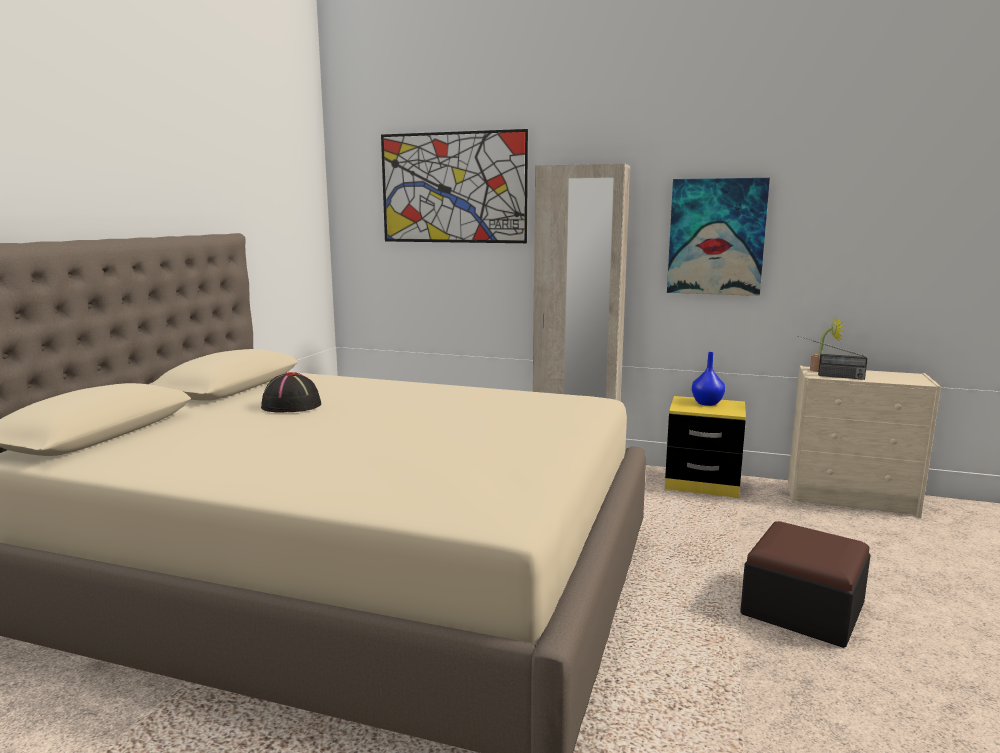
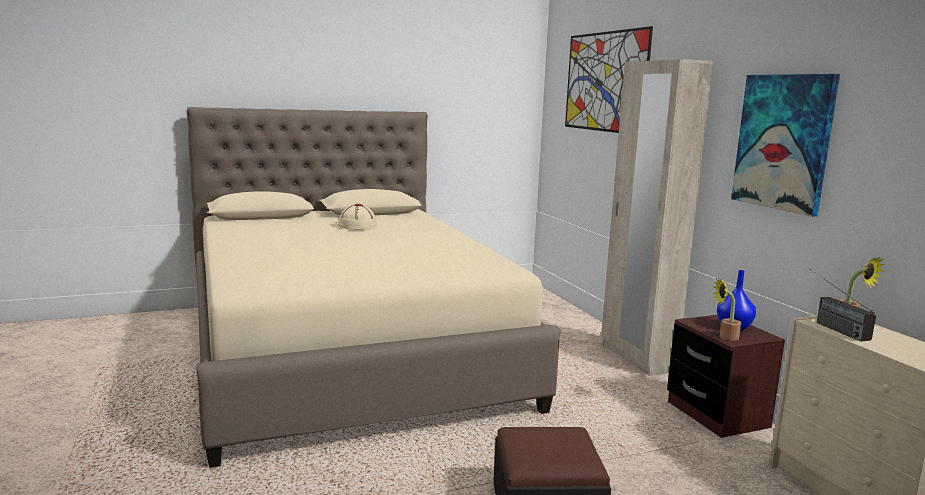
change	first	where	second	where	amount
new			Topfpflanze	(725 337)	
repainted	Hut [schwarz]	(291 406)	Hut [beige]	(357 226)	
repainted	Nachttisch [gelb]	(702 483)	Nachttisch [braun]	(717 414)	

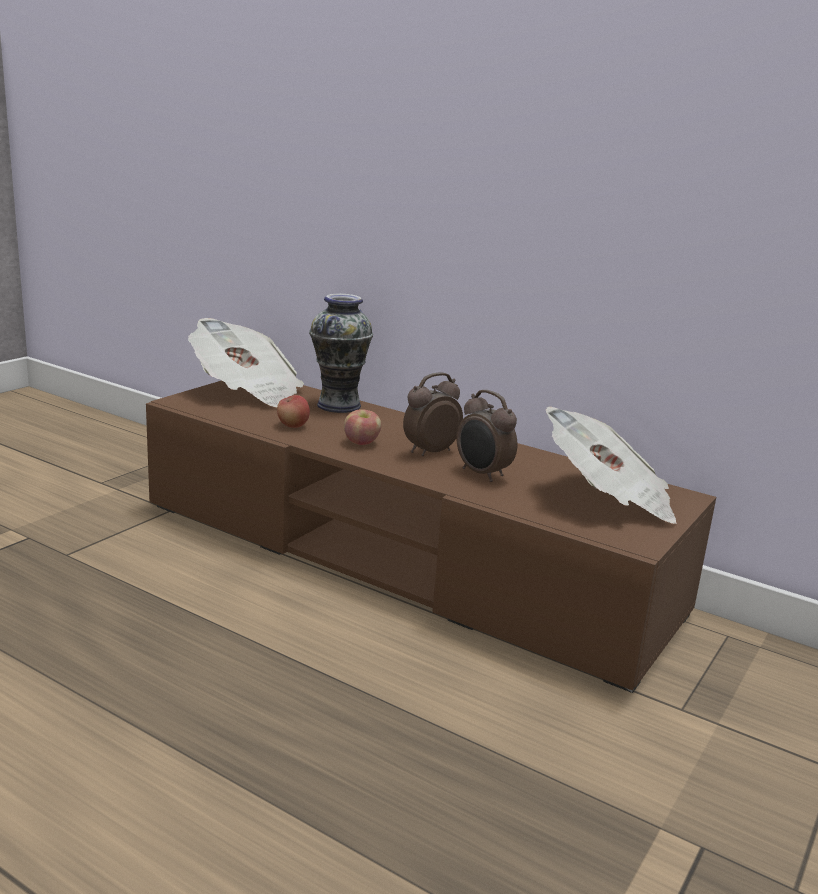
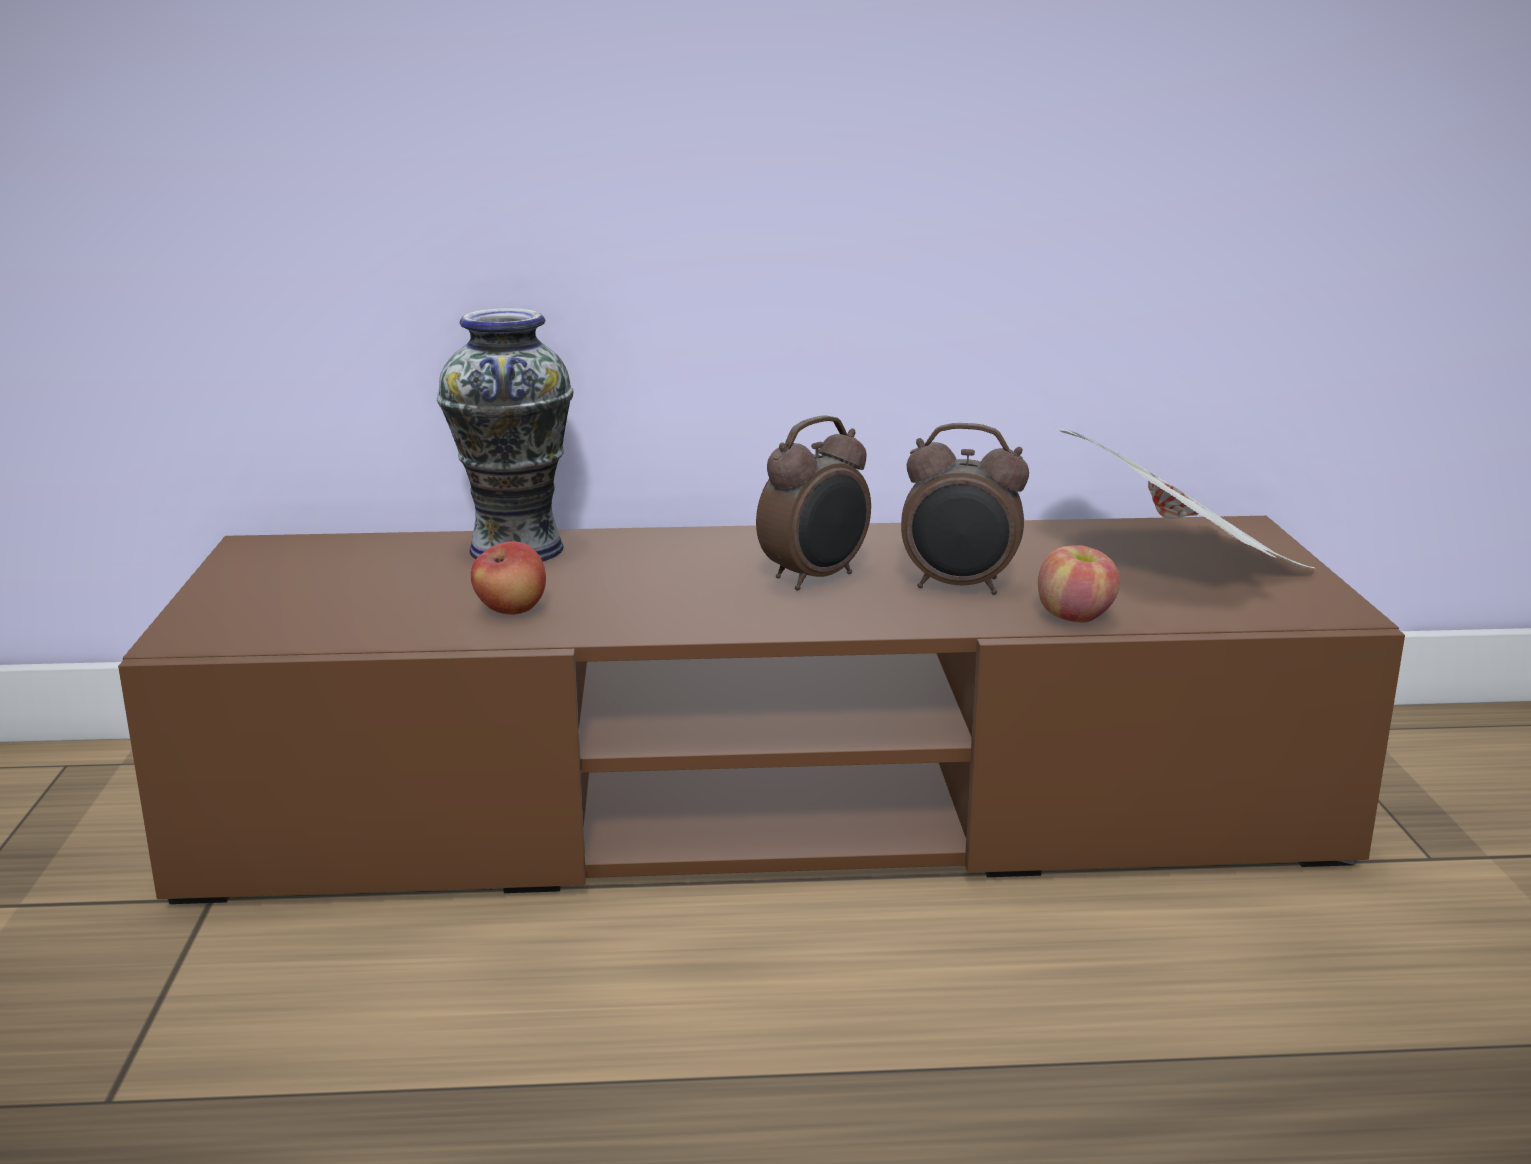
change	first	where	second	where	amount
gone	Zeitung	(247 392)			
shifted	Apfel	(361 442)		(1075 617)	
rotated	Wecker	(429 452)		(816 578)	150 degrees counterclockwise

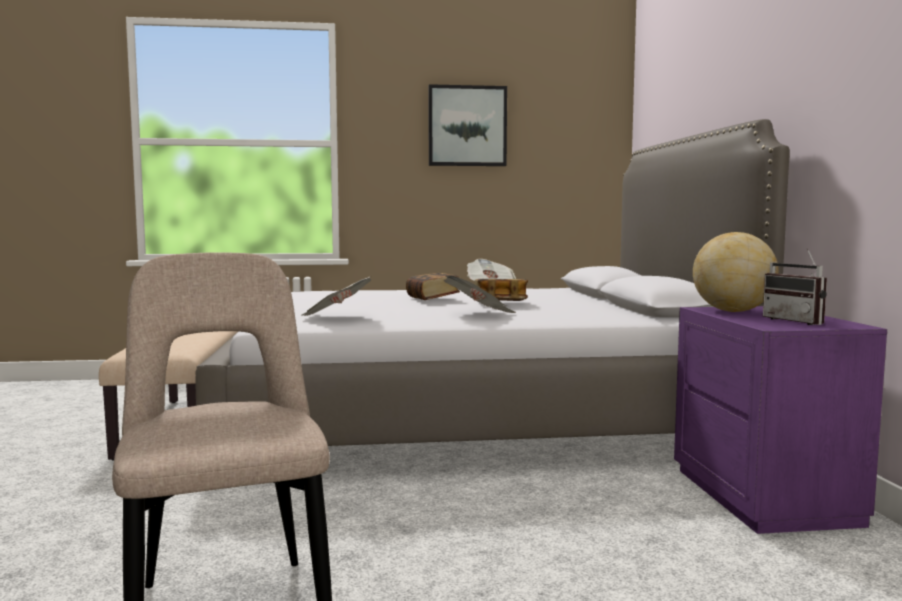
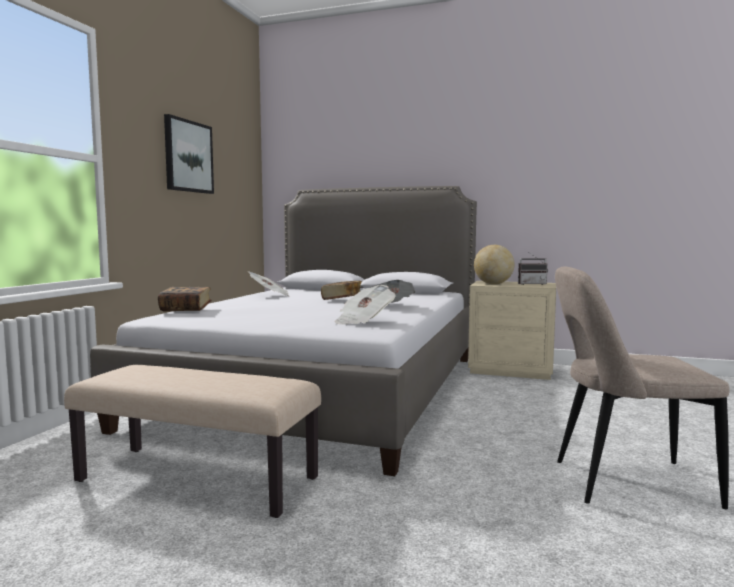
change	first	where	second	where	amount
shifted	Buch	(432 298)		(186 309)	
repainted	Nachttisch [lila]	(765 496)	Nachttisch [beige]	(511 370)	

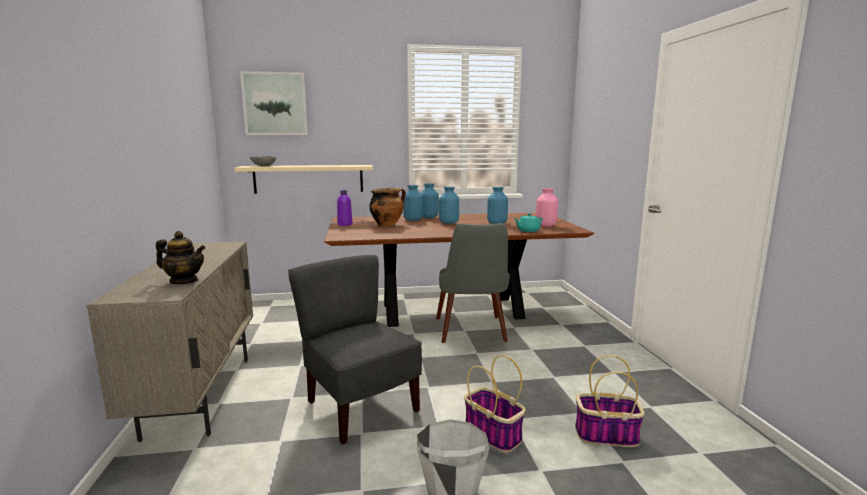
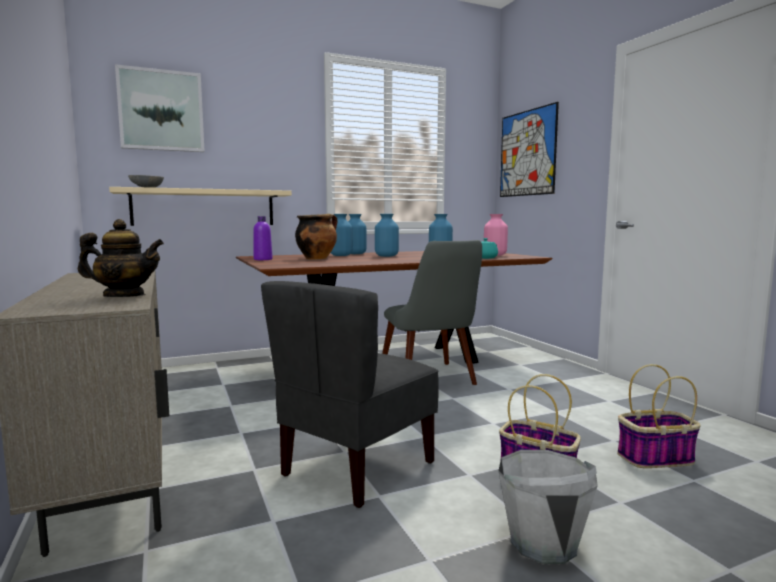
change	first	where	second	where	amount
new			Bild	(527 153)	
rotated	Stuhl [grau]	(360 407)		(356 468)	90 degrees counterclockwise

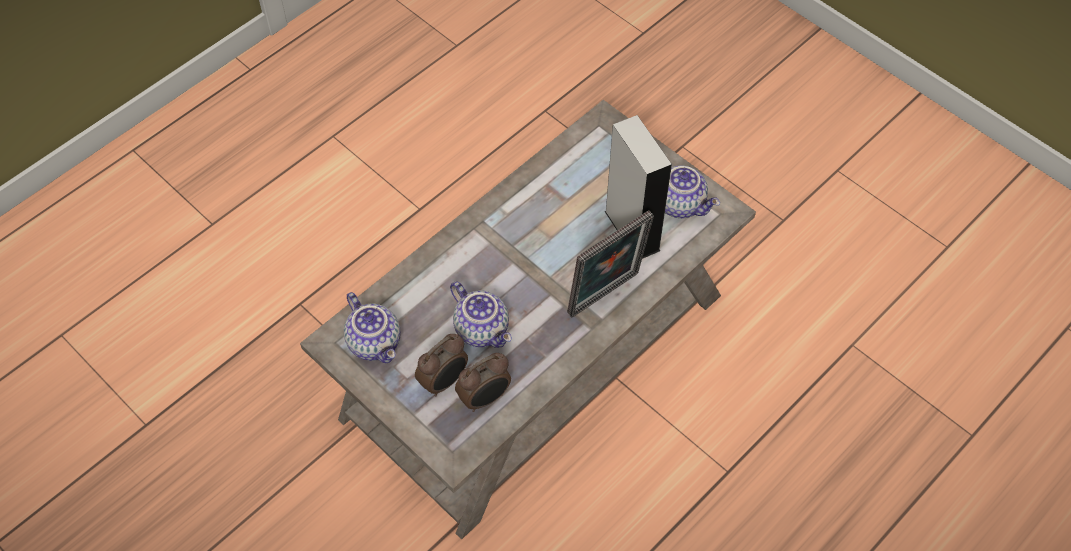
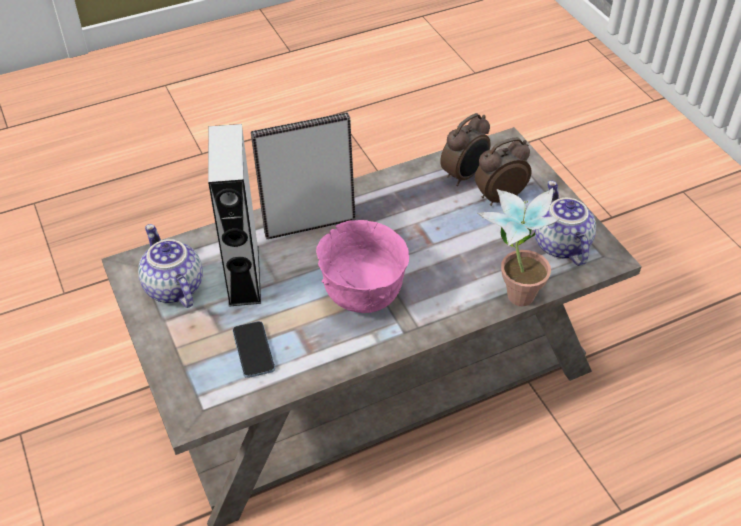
change	first	where	second	where	amount
gone	Teekanne	(483 329)			
new			Handy	(253 350)	
new			Schüssel [rosa]	(363 294)	
new			Topfpflanze	(512 290)	
rotated	Wecker	(485 398)		(464 175)	150 degrees clockwise

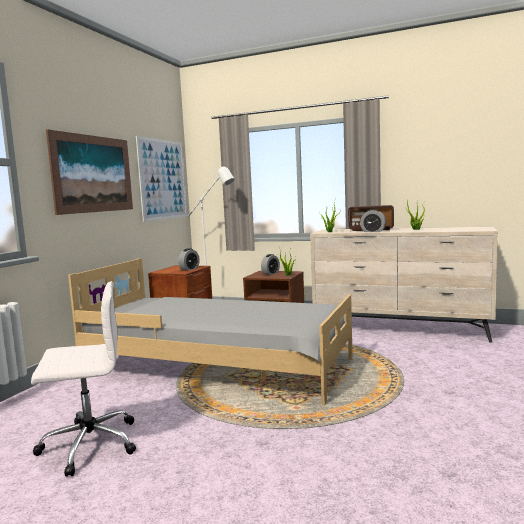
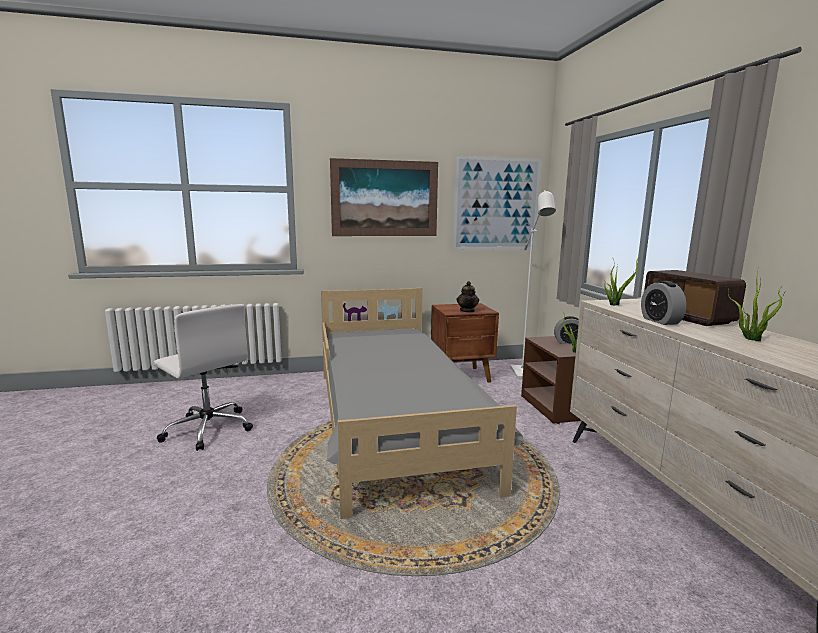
change	first	where	second	where	amount
swapped	Wecker	(189 269)	Teekanne	(467 311)	

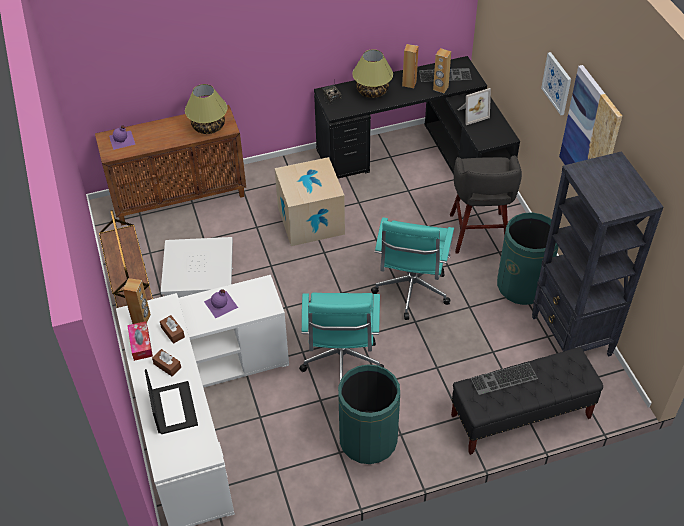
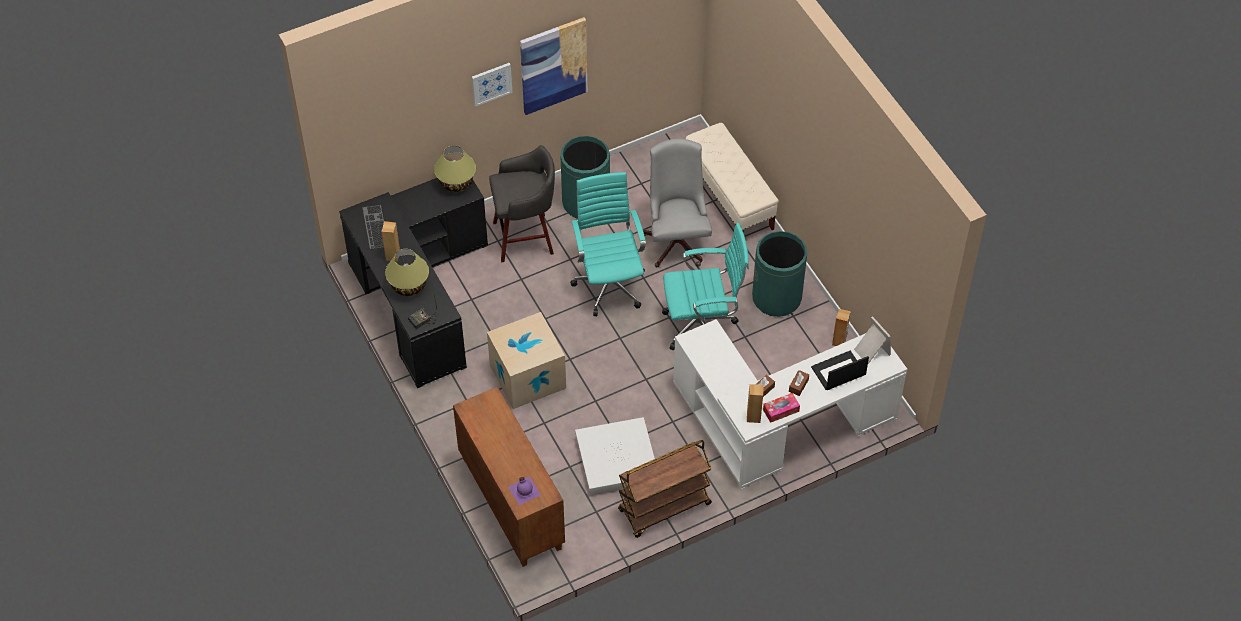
change	first	where	second	where	amount
gone	Flasche [lila]	(221 304)			
gone	Tastatur	(503 380)			
gone	Bücherregal [schwarz]	(571 336)			
new			Bürostuhl [grau]	(677 239)	
shifted	Tischlampe	(209 127)		(456 182)	
shifted	Lautsprecher [braun]	(440 88)		(839 341)	
shifted	Bilderrahmen	(471 114)		(870 351)	
repainted	Bank [schwarz]	(520 417)	Bank [beige]	(729 199)	
rotated	Bürostuhl [türkis]	(411 292)		(609 284)	105 degrees counterclockwise

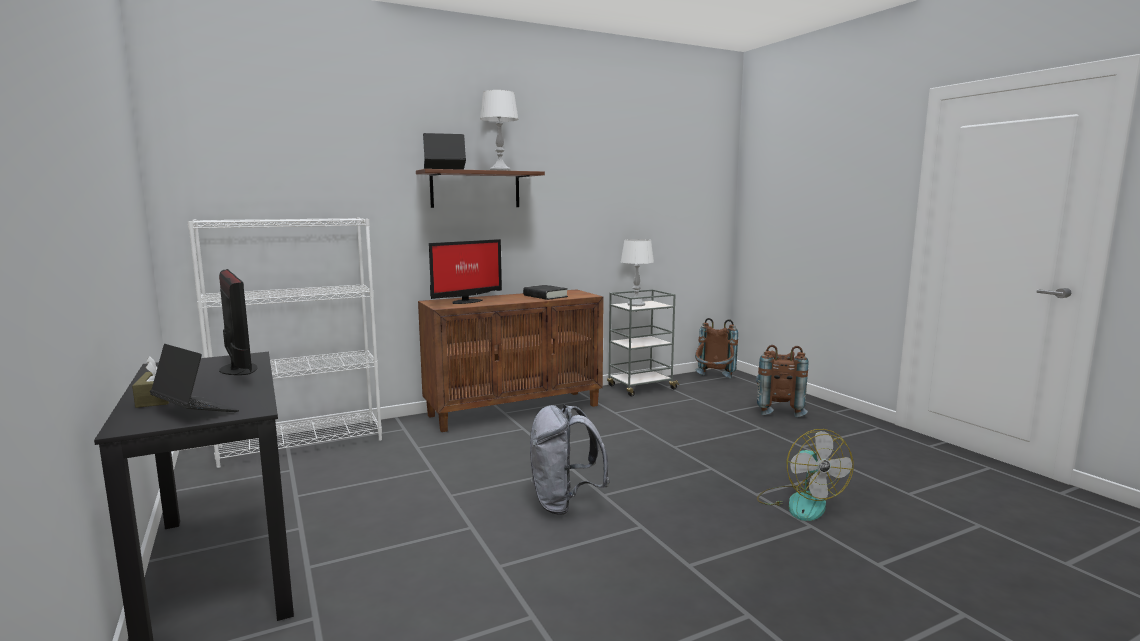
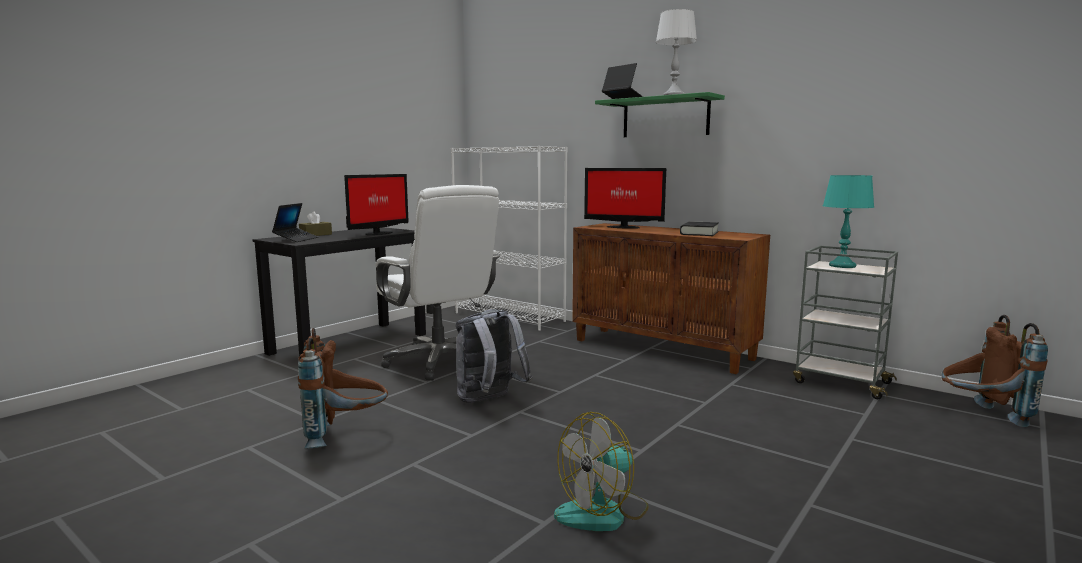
change	first	where	second	where	amount
new			Bürostuhl [weiß]	(439 362)	
shifted	Rucksack [braun]	(777 409)		(345 435)	
repainted	Wandregal [braun]	(475 189)	Wandregal [grün]	(665 117)	
repainted	Tischlampe [weiß]	(636 304)	Tischlampe [türkis]	(842 266)	

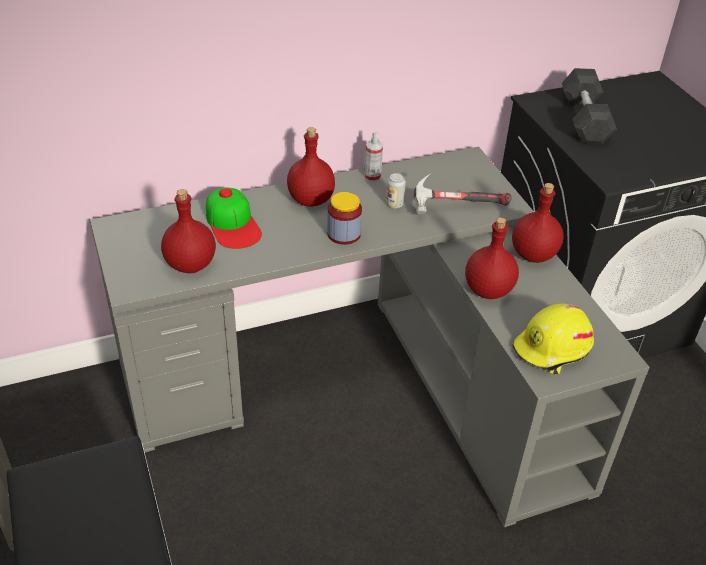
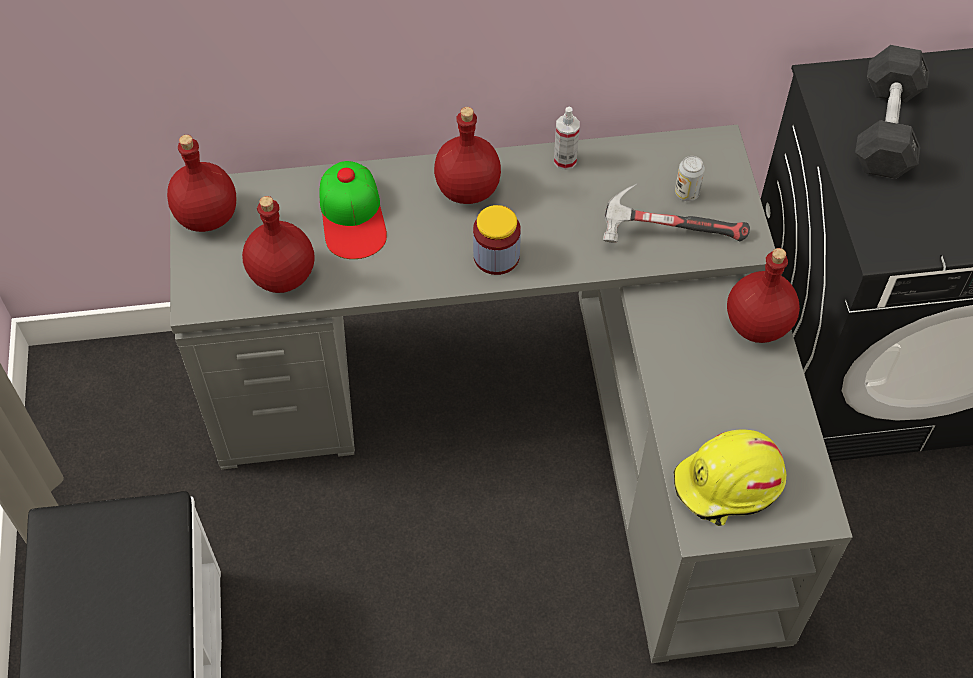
change	first	where	second	where	amount
shifted	Dose	(394 204)		(687 193)	
shifted	Flasche [rot]	(487 290)		(206 216)	

